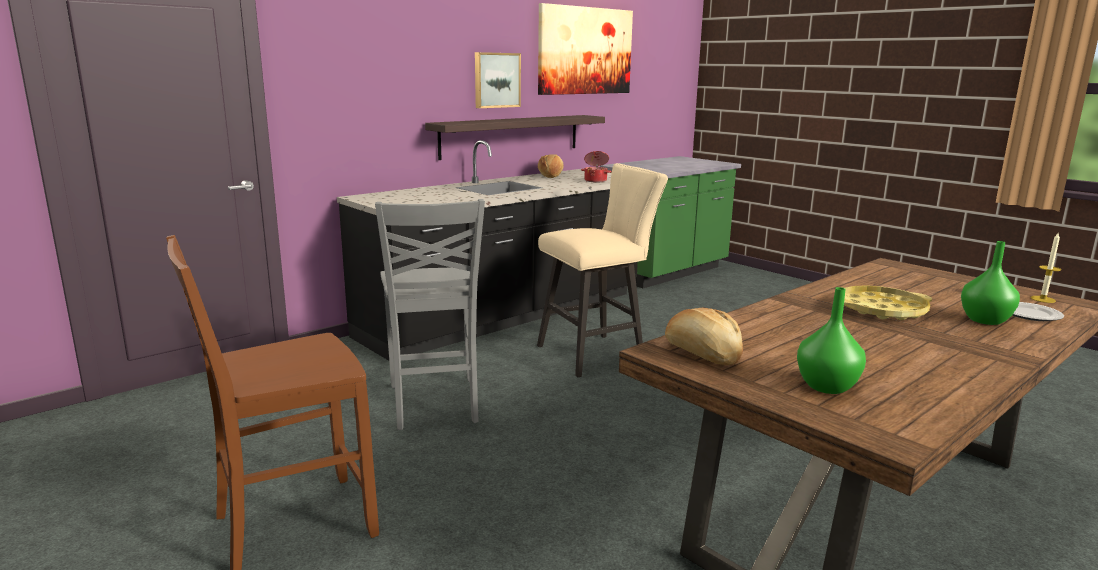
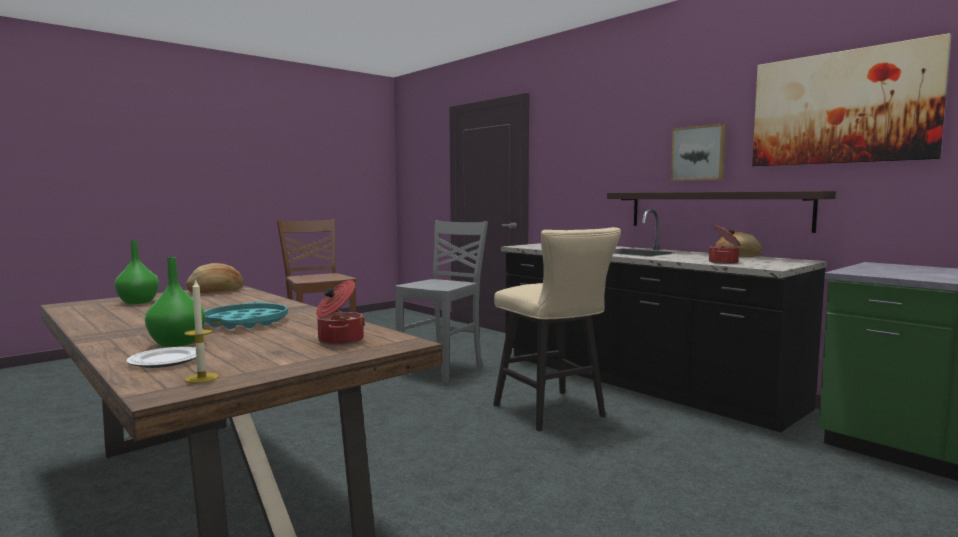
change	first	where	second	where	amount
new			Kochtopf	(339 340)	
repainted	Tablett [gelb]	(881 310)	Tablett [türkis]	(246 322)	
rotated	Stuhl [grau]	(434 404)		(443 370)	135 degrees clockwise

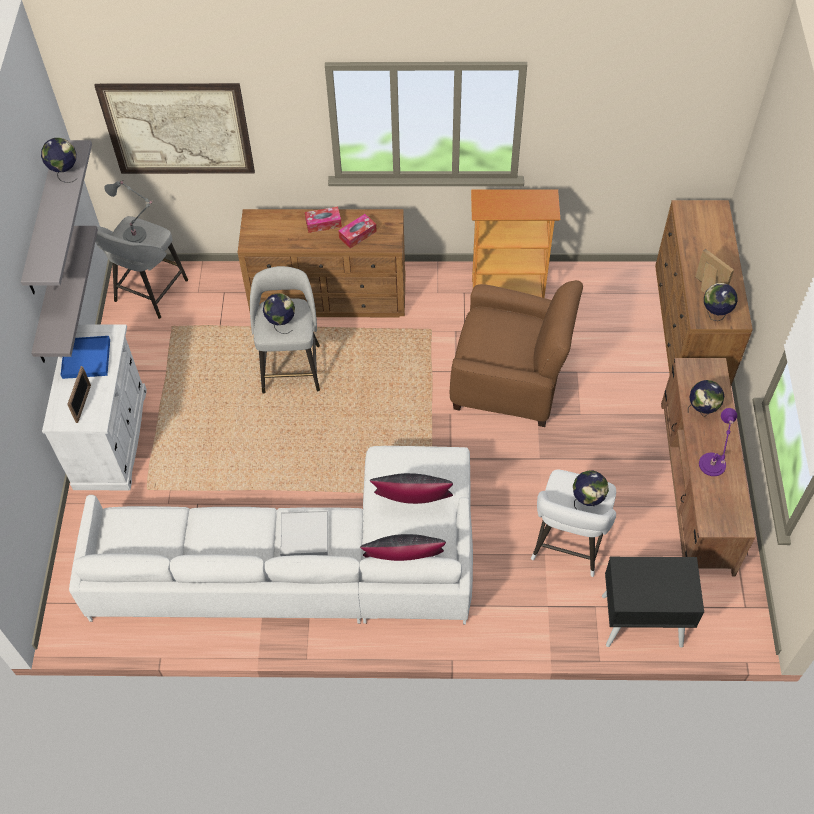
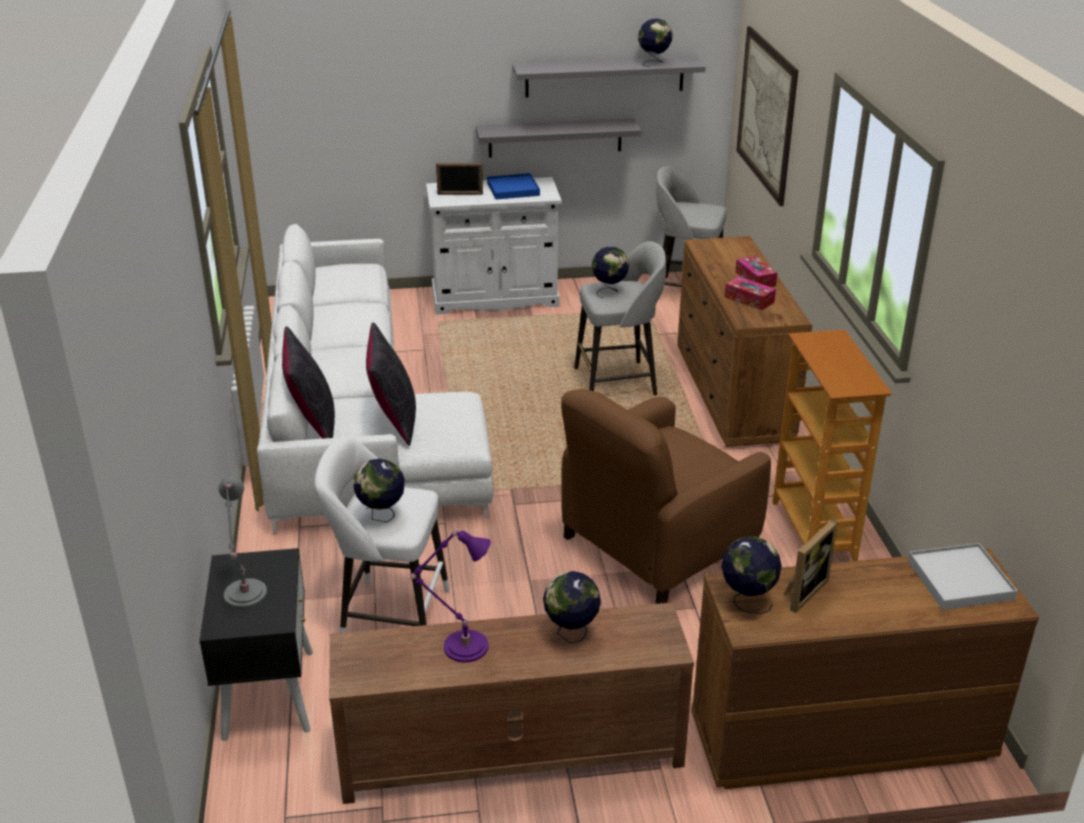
change	first	where	second	where	amount
shifted	Tischlampe [grau]	(136 235)		(245 596)	
shifted	Tablett [weiß]	(304 535)		(960 580)	
rotated	Sessel [braun]	(510 380)		(656 544)	45 degrees clockwise

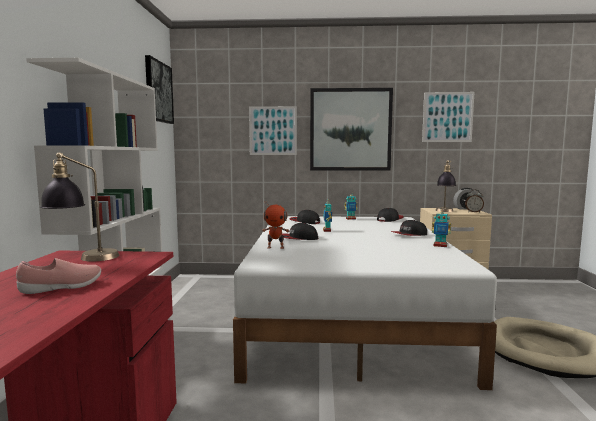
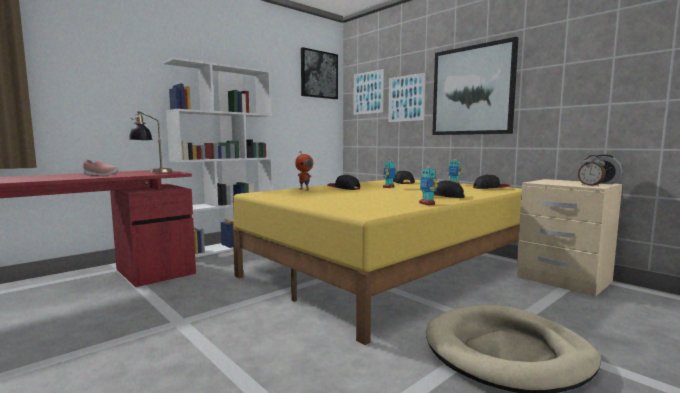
change	first	where	second	where	amount
gone	Tischlampe	(444 211)			
shifted	Bild	(447 117)		(368 93)	
repainted	Bett [weiß]	(349 315)	Bett [gelb]	(389 270)	

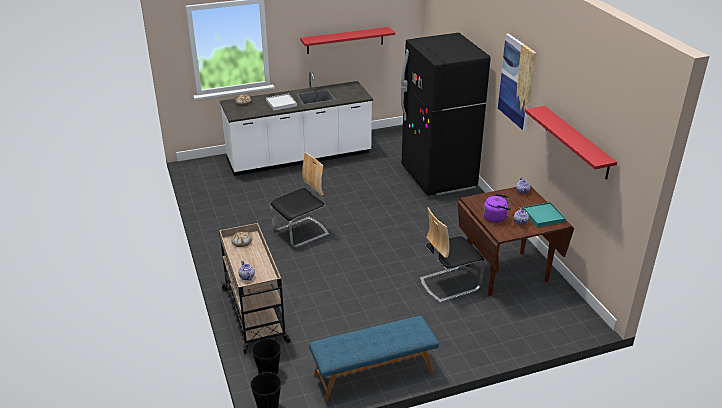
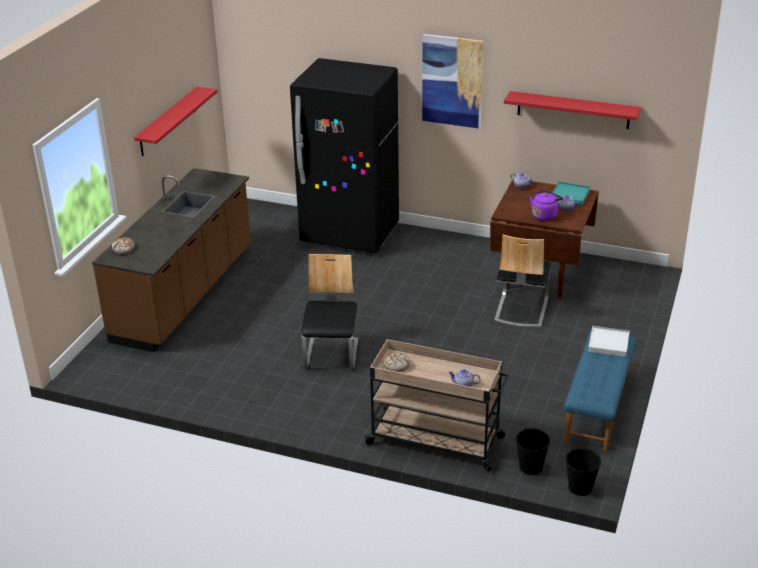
change	first	where	second	where	amount
shifted	Tablett [weiß]	(281 103)		(608 343)	
repainted	Küchenzeile [weiß]	(299 158)	Küchenzeile [braun]	(185 294)	

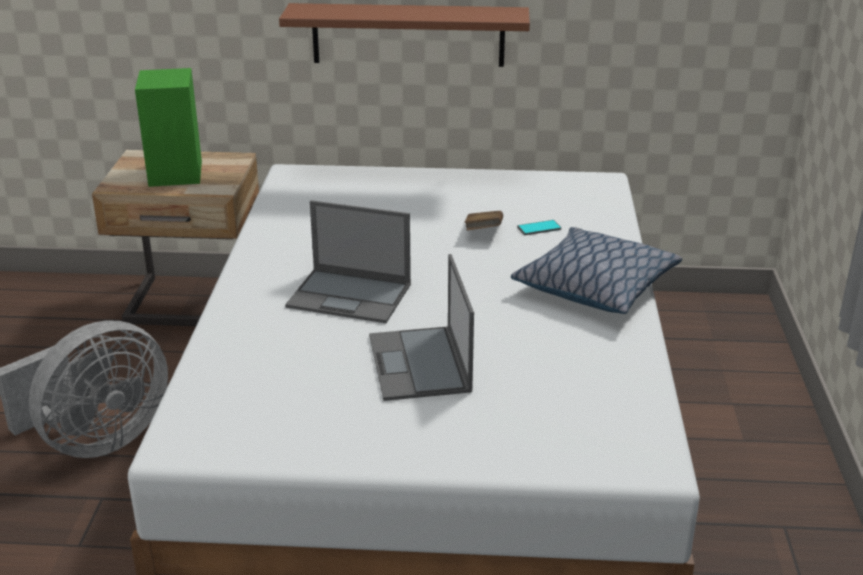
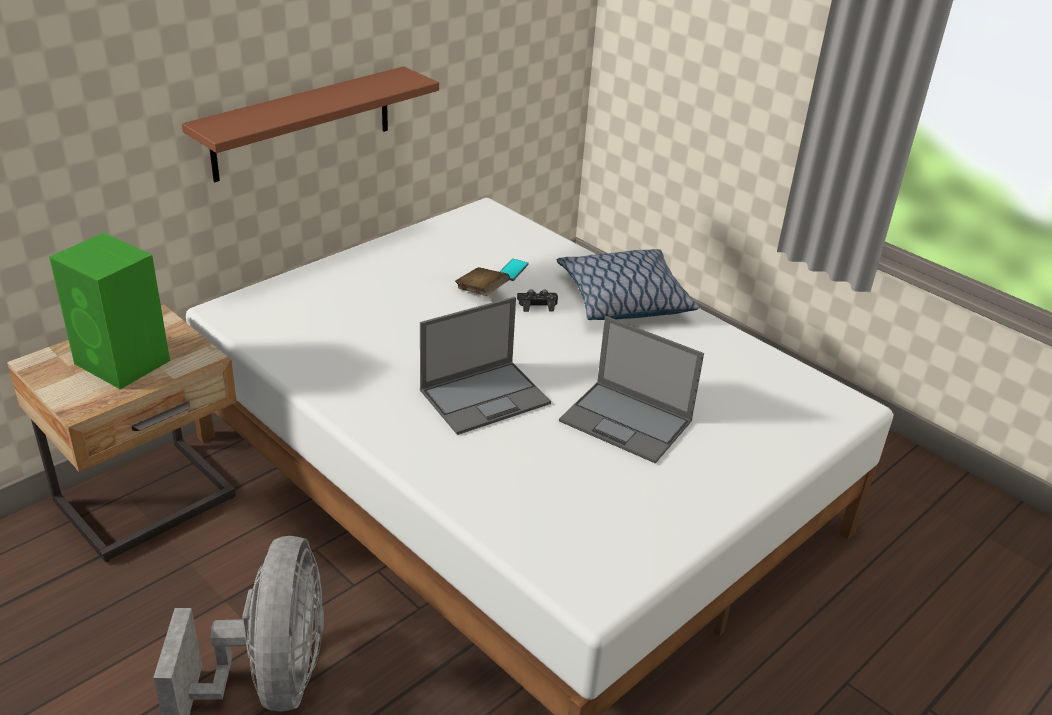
change	first	where	second	where	amount
new			Gamepad [schwarz]	(537 305)	

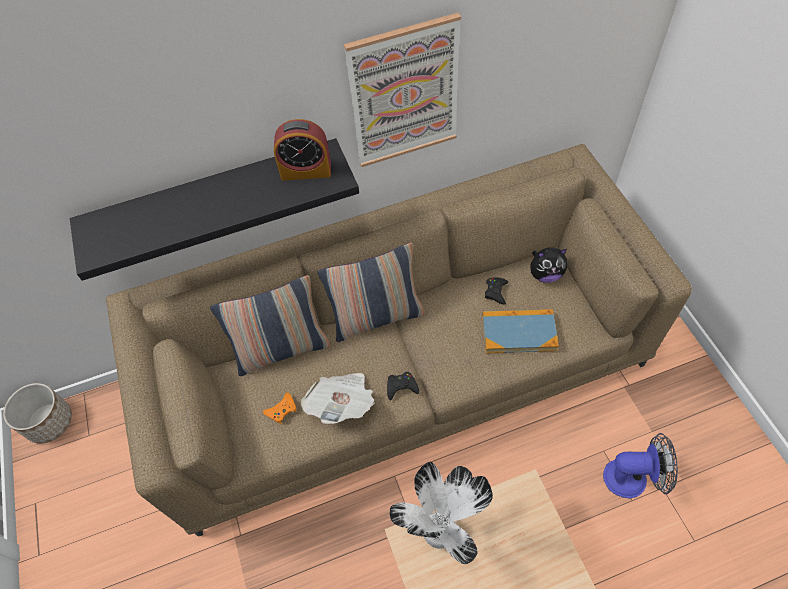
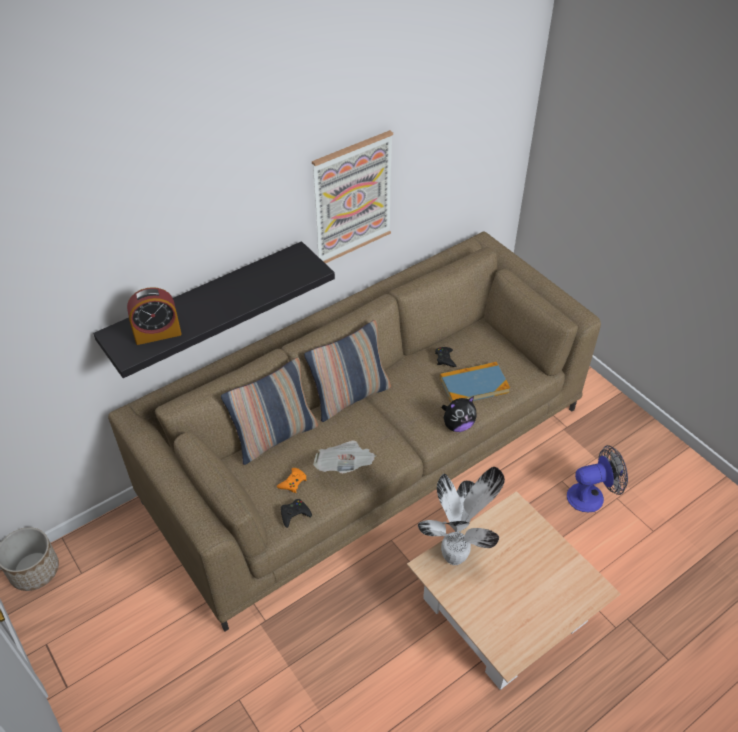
change	first	where	second	where	amount
shifted	Wecker	(306 171)		(157 333)	
shifted	Gamepad [schwarz]	(401 387)		(294 514)	
shifted	Plüschtier	(545 274)		(457 425)	

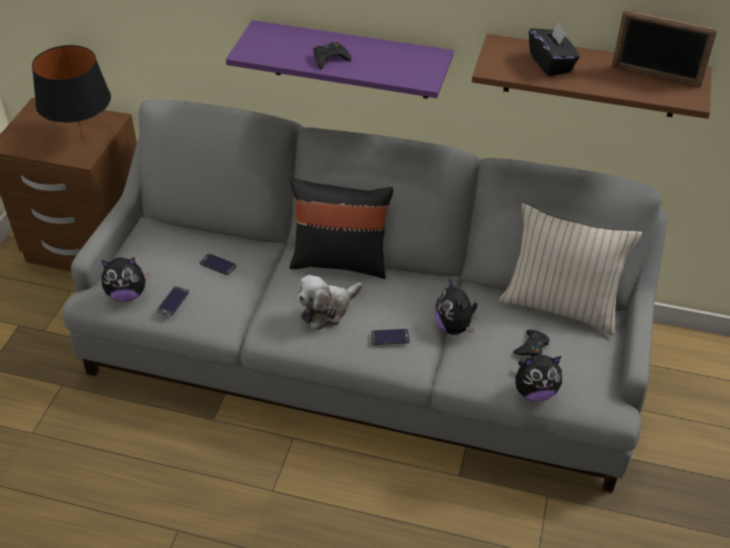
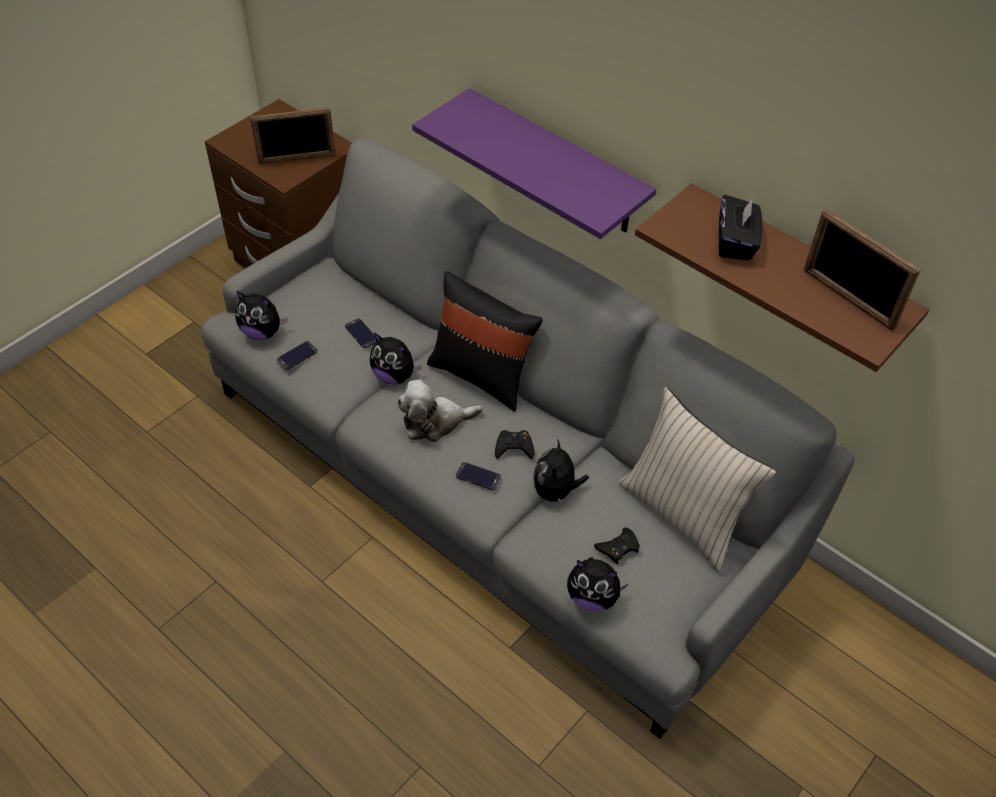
change	first	where	second	where	amount
new			Plüschtier	(394 376)	
shifted	Gamepad [schwarz]	(330 59)		(514 448)	
swapped	Tischlampe [schwarz]	(83 139)	Bilderrahmen	(297 159)	

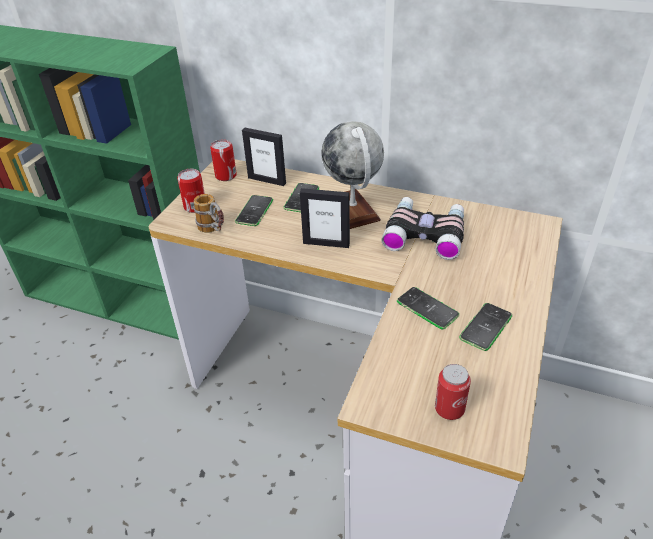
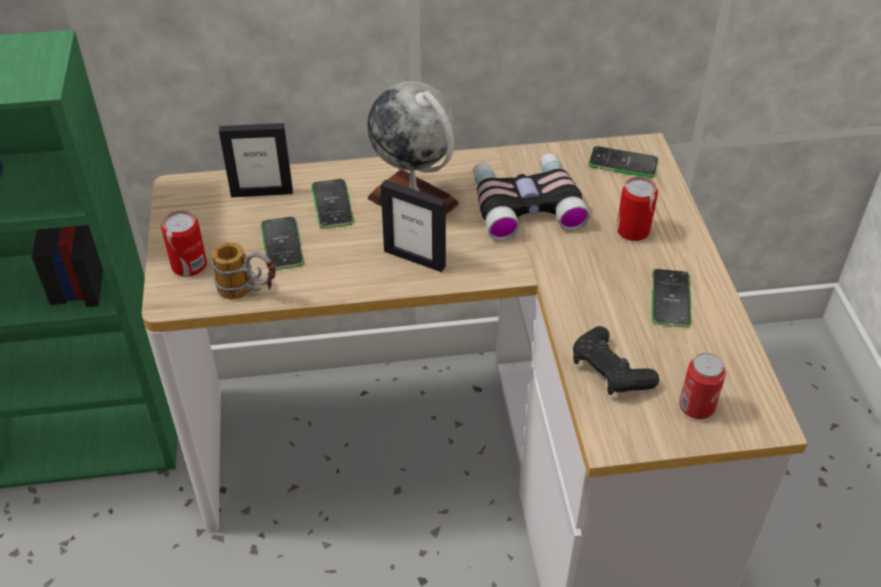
change	first	where	second	where	amount
new			Gamepad [schwarz]	(610 371)	
shifted	Dose	(226 176)		(633 230)	
shifted	Handy	(427 308)		(623 163)	
rotated	Bilderrahmen	(326 243)		(415 258)	45 degrees clockwise

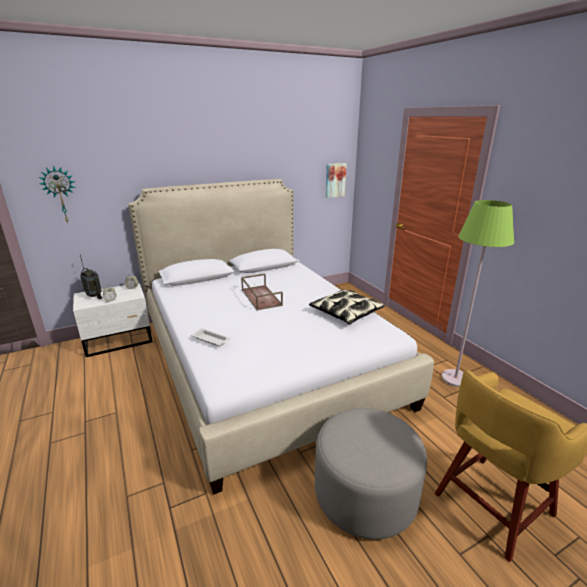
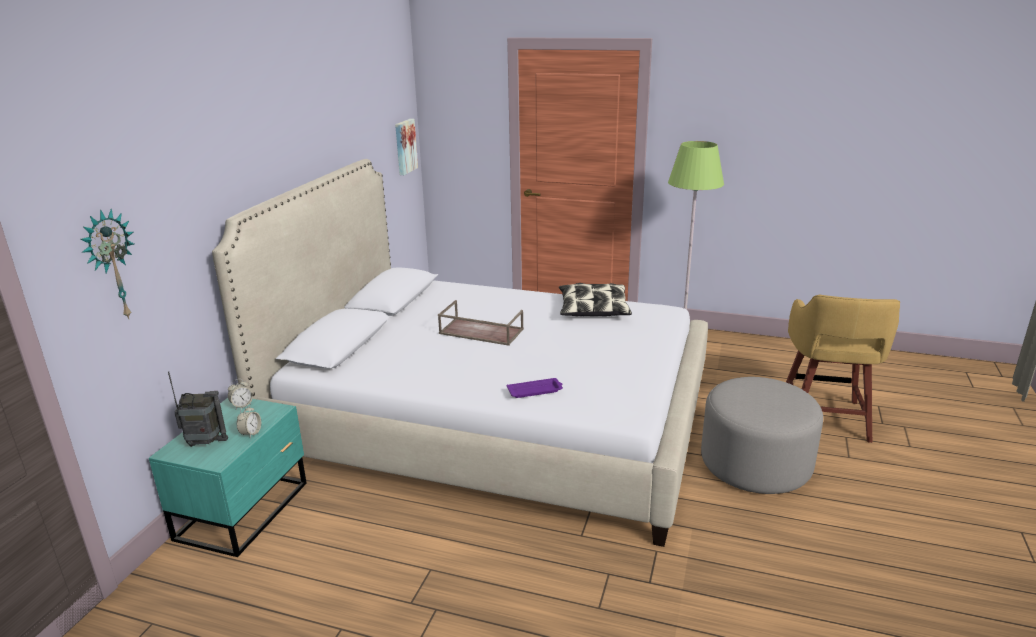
change	first	where	second	where	amount
repainted	Nachttisch [weiß]	(119 340)	Nachttisch [türkis]	(246 510)	
repainted	Tablett [weiß]	(211 340)	Tablett [lila]	(535 391)	

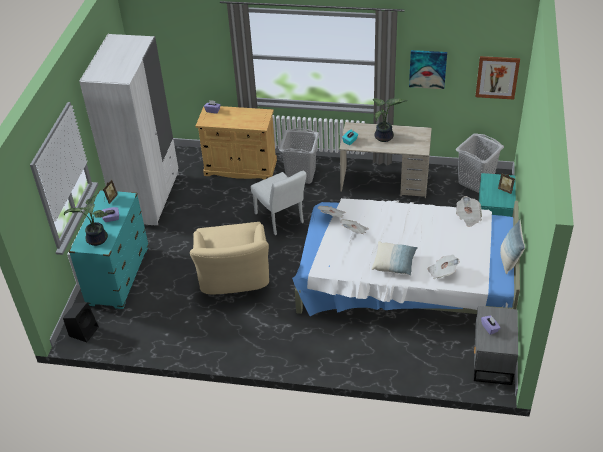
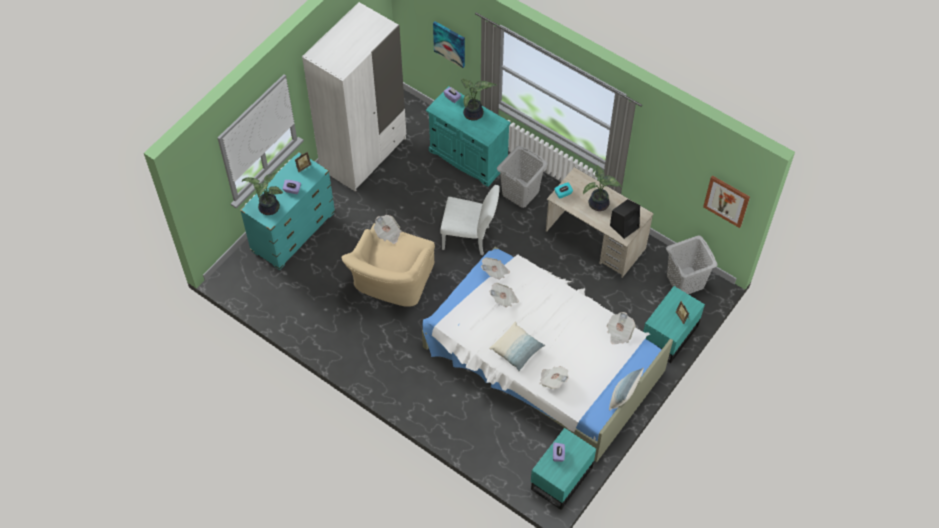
change	first	where	second	where	amount
new			Zeitung	(388 233)	
new			Topfpflanze	(474 115)	
shifted	Lautsprecher [schwarz]	(84 331)		(625 226)	
shifted	Bild	(427 69)		(450 43)	
repainted	Schrank [beige]	(240 168)	Schrank [türkis]	(468 157)	
repainted	Nachttisch [grau]	(491 361)	Nachttisch [türkis]	(560 478)	
rotated	Stuhl [weiß]	(281 220)		(470 238)	75 degrees counterclockwise

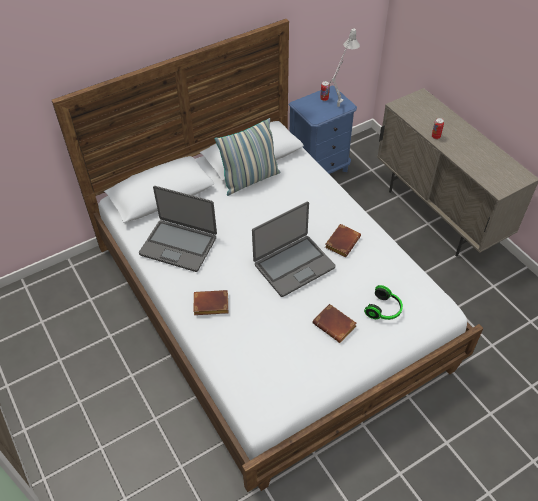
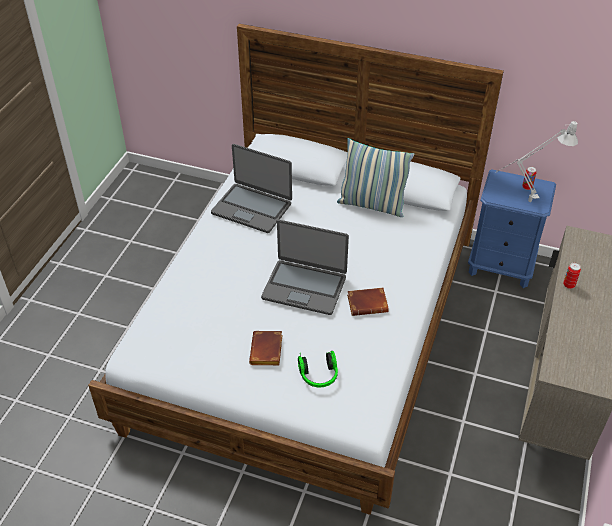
change	first	where	second	where	amount
gone	Buch [braun]	(210 306)			
rotated	Laptop	(179 245)		(252 208)	45 degrees counterclockwise

